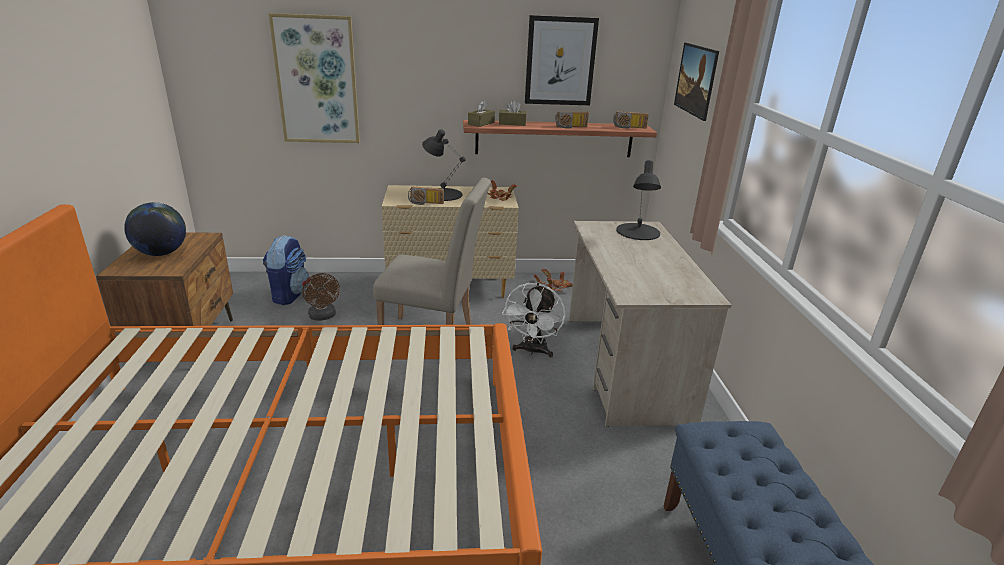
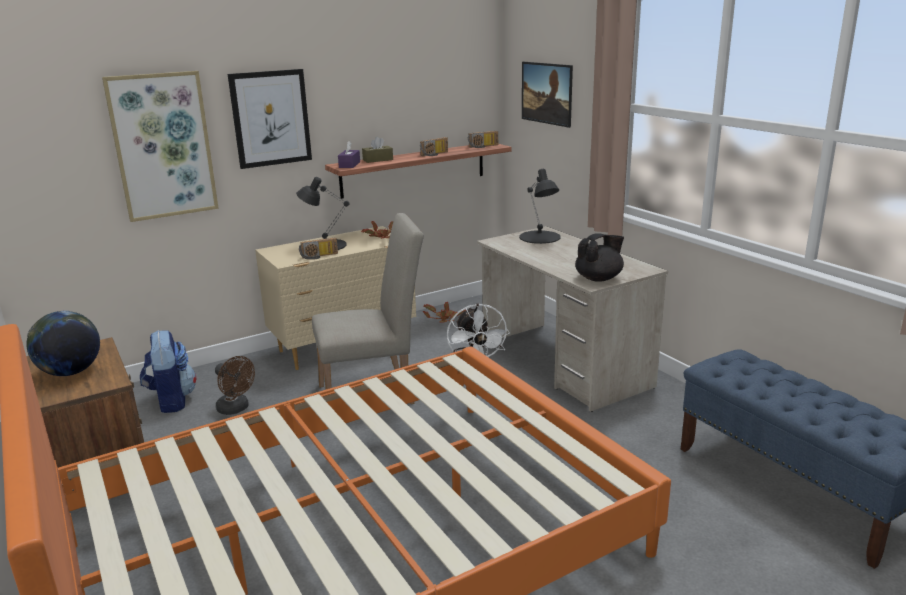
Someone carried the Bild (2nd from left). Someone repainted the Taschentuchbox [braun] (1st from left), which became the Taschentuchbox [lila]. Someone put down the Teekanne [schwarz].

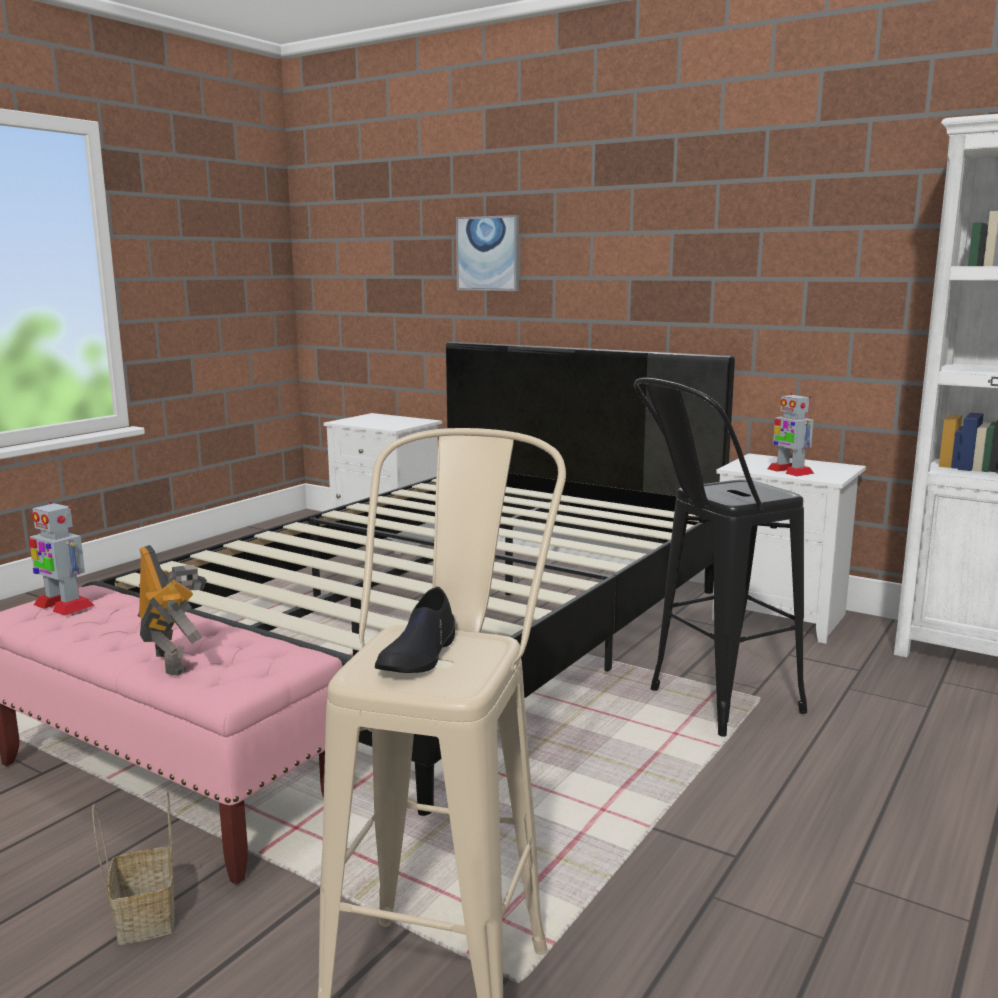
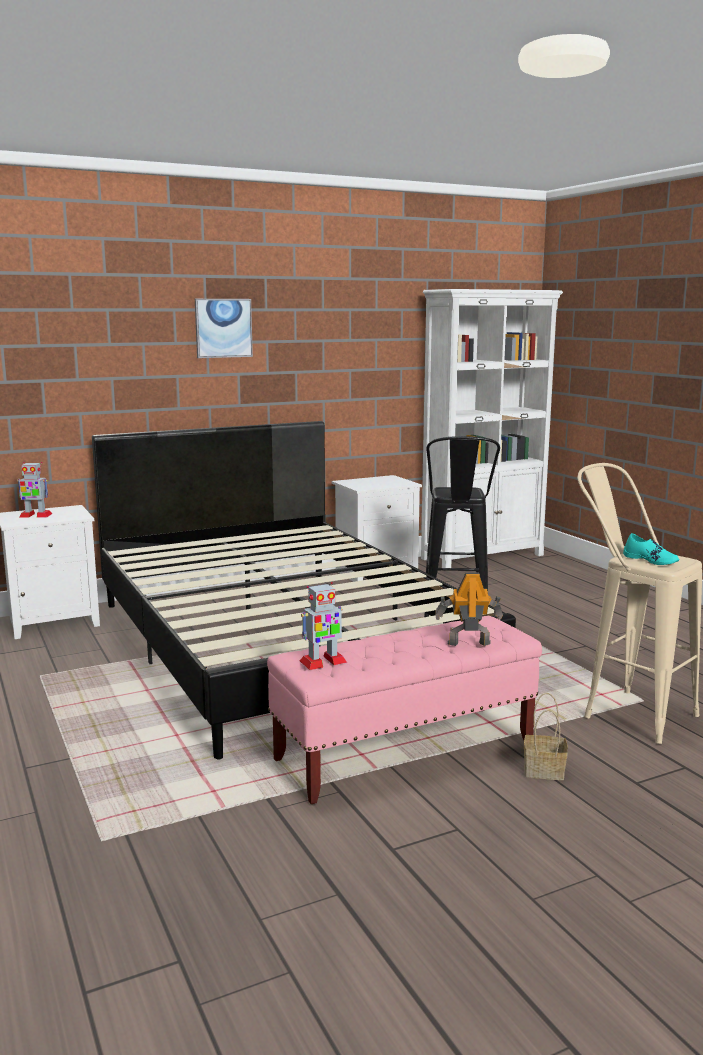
Someone carried the Spielzeugroboter (3rd from left in the first image). Someone carried the Bild. Someone repainted the Schuh [schwarz], which became the Schuh [türkis].

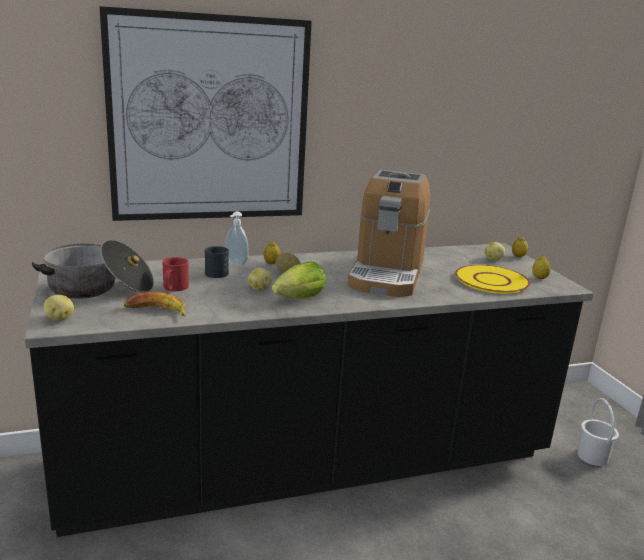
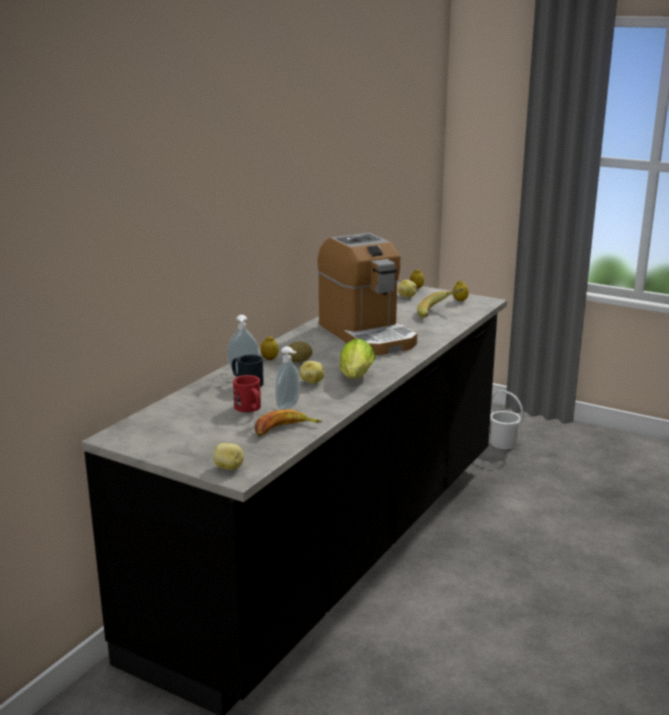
Someone put down the Seifenspender (2nd from left). Someone swapped the Teller [gelb] for the Banane (2nd from left). Someone took away the Kochtopf. Someone took away the Bild.

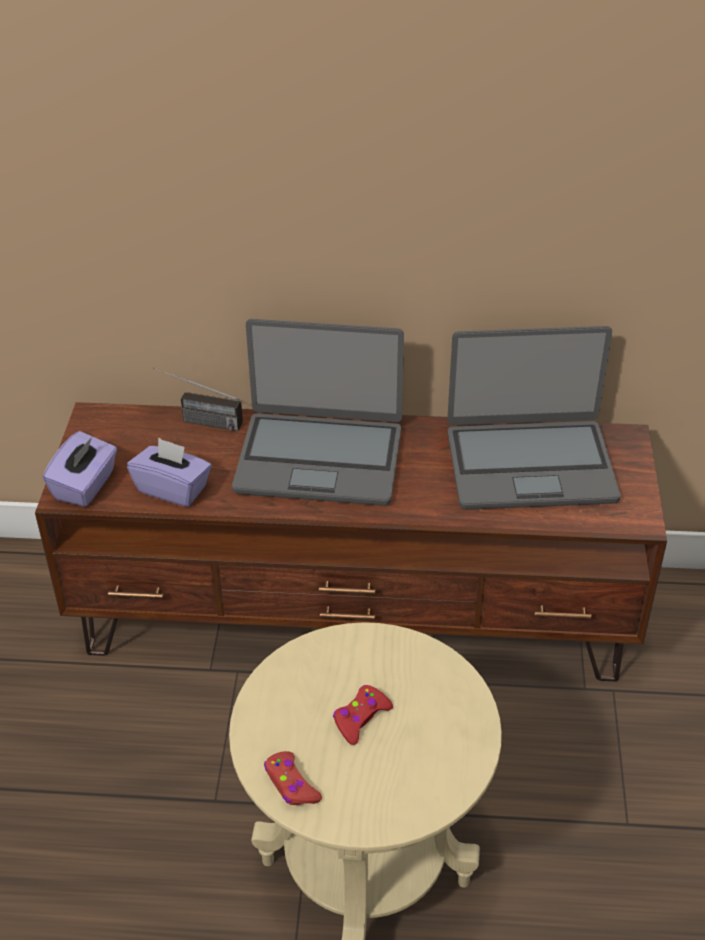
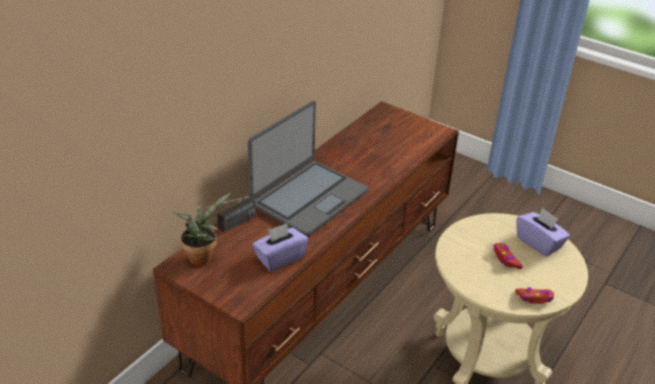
Someone put down the Topfpflanze. Someone carried the Taschentuchbox [lila] (1st from left in the first image). Someone took away the Laptop (2nd from left).

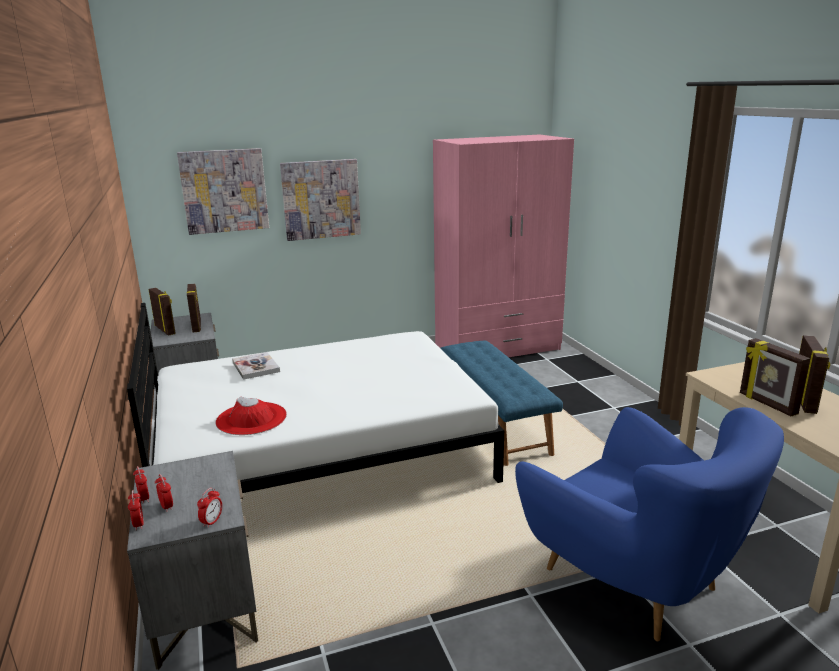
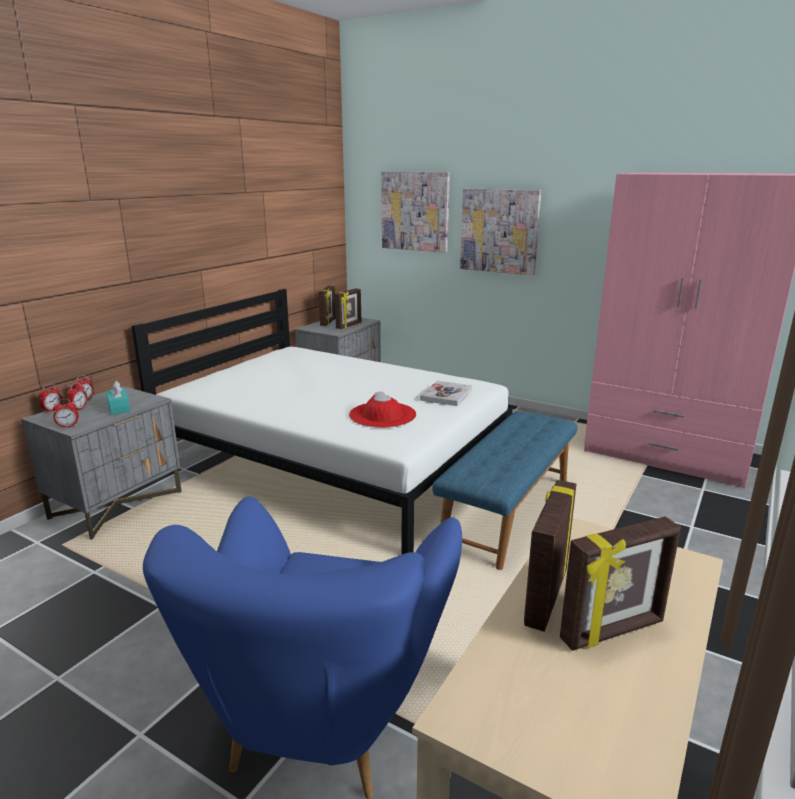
Someone put down the Taschentuchbox [türkis]. Someone carried the Hut [rot]. Someone carried the Buch.

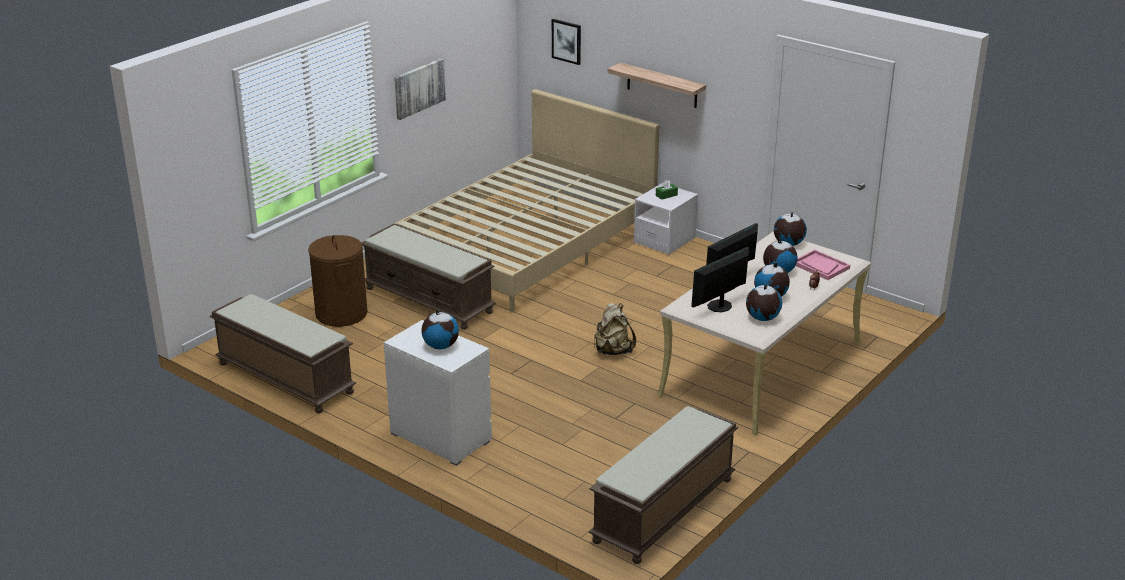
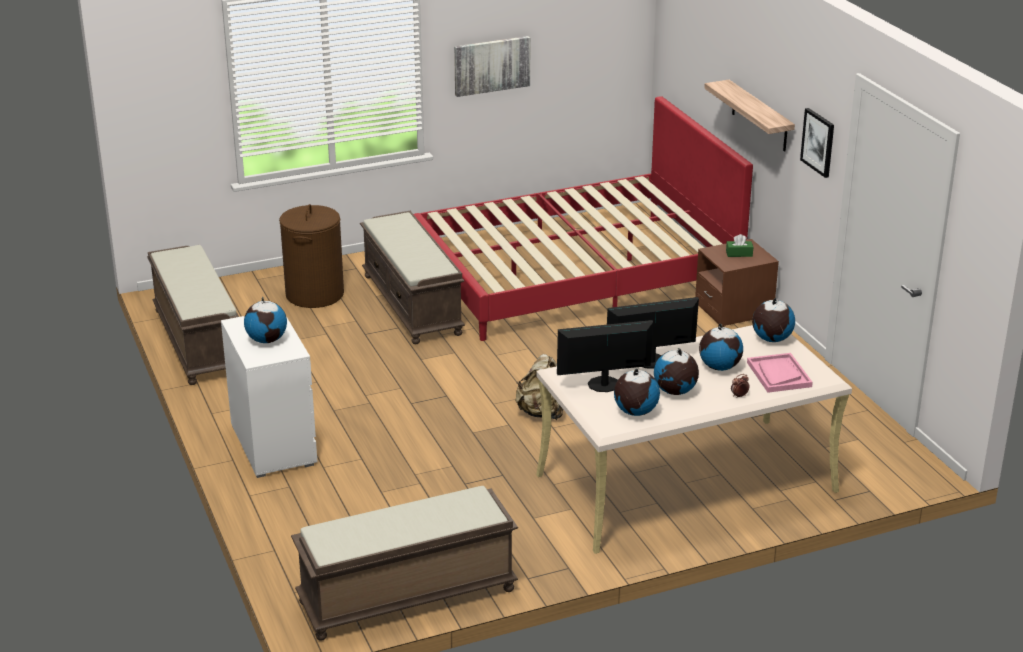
Someone repainted the Bett [beige], which became the Bett [rot]. Someone repainted the Nachttisch [weiß], which became the Nachttisch [braun]. Someone carried the Bild (2nd from left).

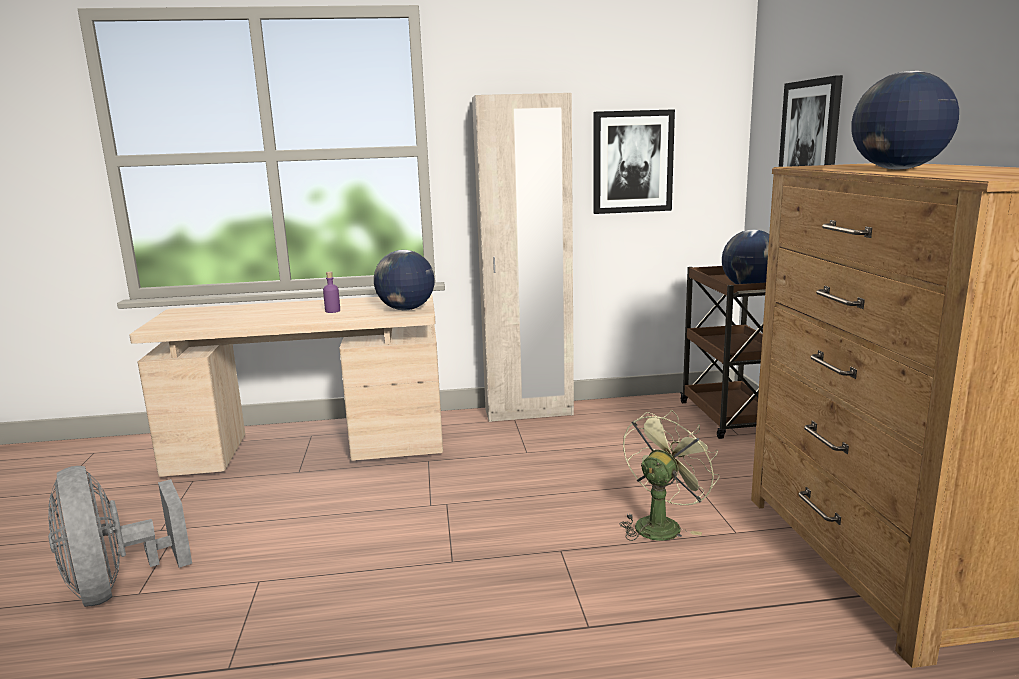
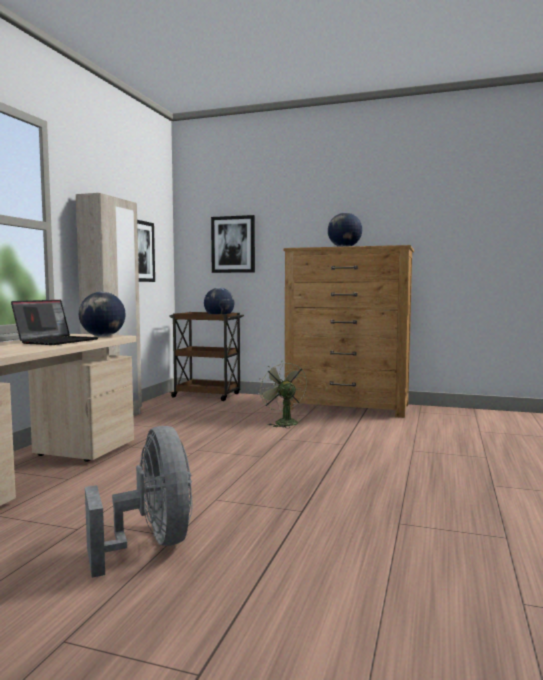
Someone swapped the Flasche [lila] for the Laptop. Someone rotated the Ventilator [grau] by 105 degrees counterclockwise.

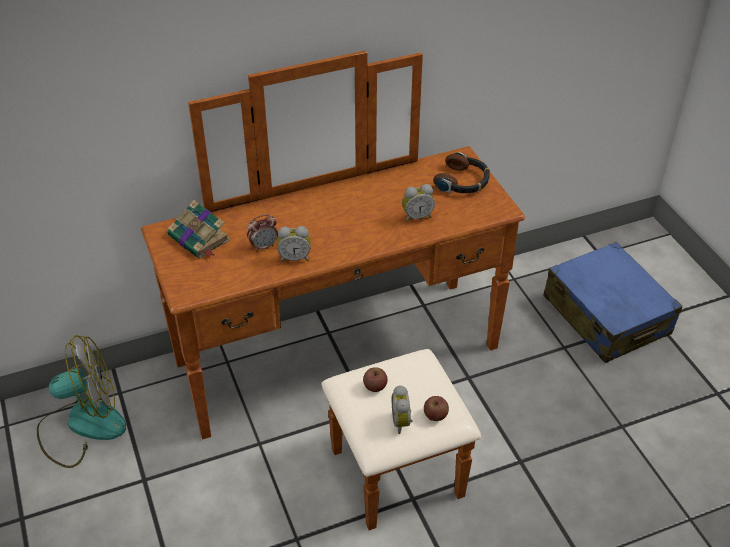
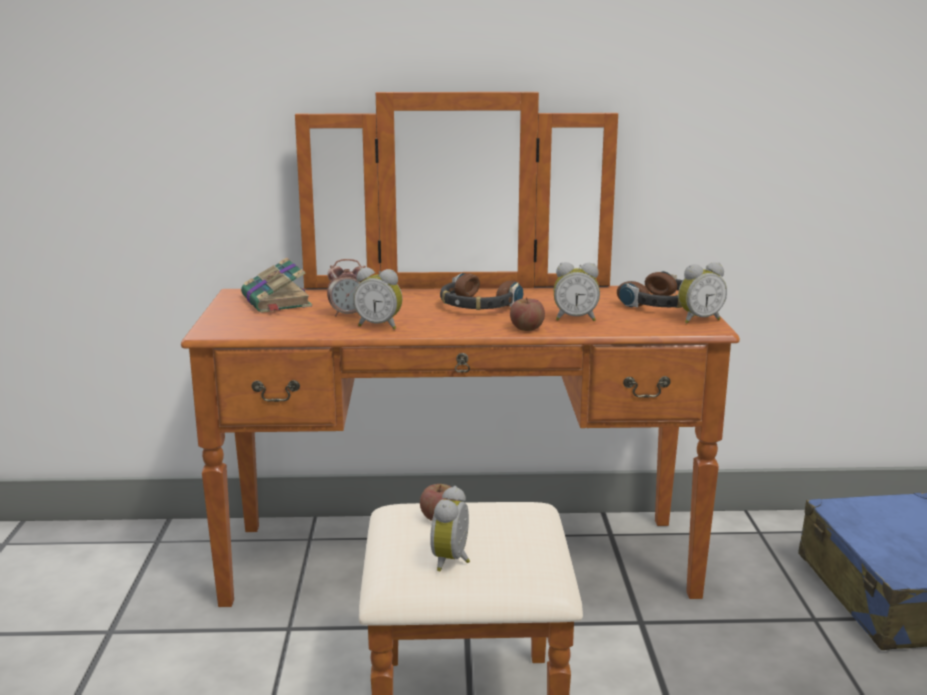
Someone put down the Kopfhörer (1st from left). Someone carried the Apfel (2nd from left). Someone put down the Wecker (5th from left). Someone took away the Ventilator.

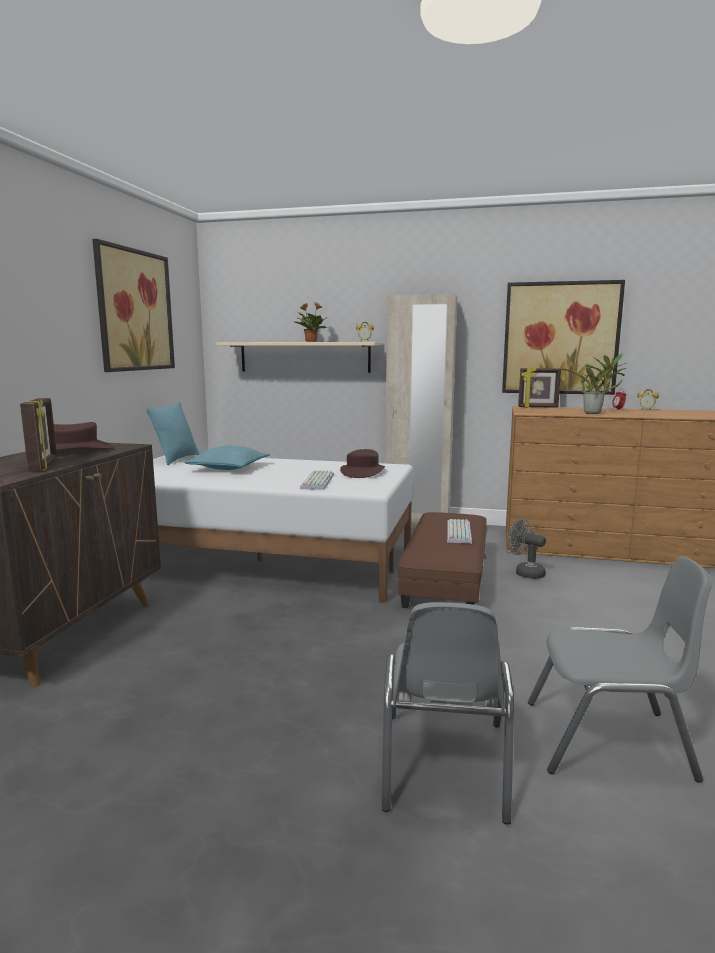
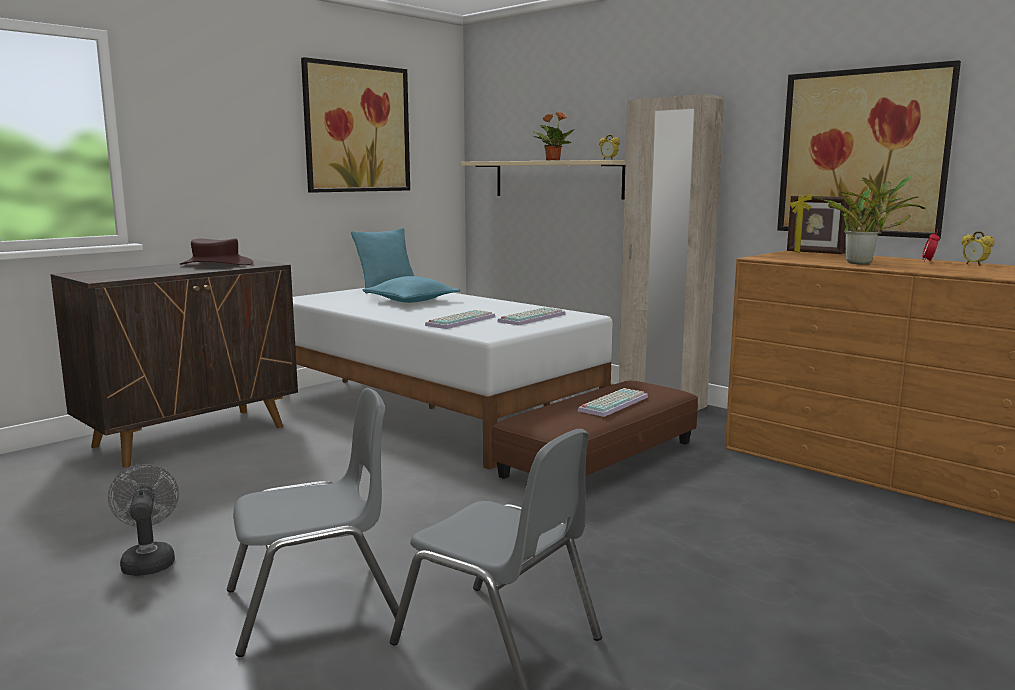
Someone carried the Ventilator [grau]. Someone rotated the Stuhl [grau] (1st from left) by 150 degrees counterclockwise. Someone swapped the Hut [braun] (2nd from left) for the Tastatur (2nd from left). Someone took away the Bilderrahmen (1st from left).

